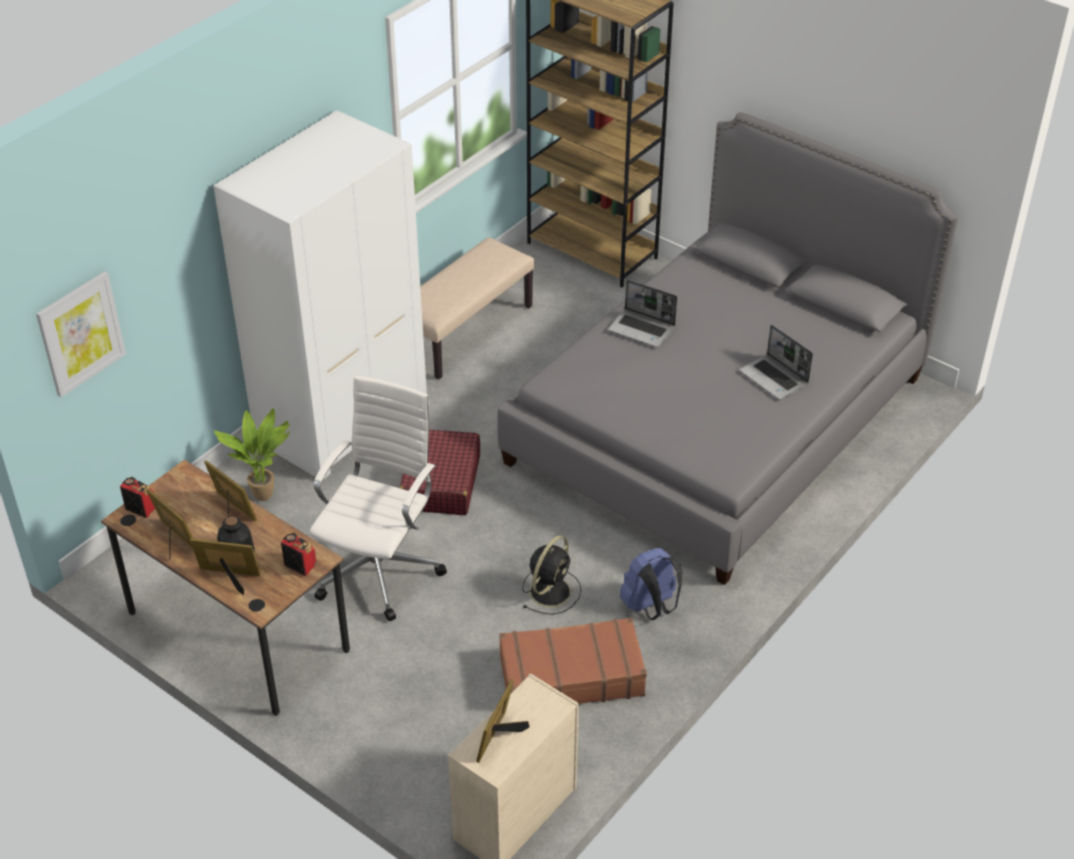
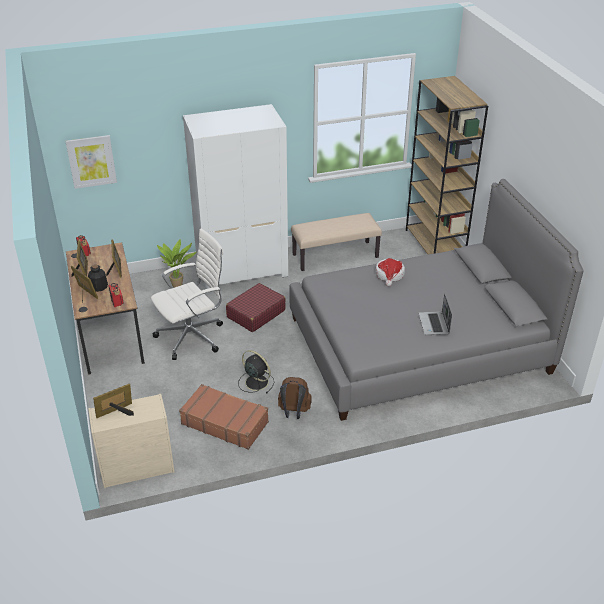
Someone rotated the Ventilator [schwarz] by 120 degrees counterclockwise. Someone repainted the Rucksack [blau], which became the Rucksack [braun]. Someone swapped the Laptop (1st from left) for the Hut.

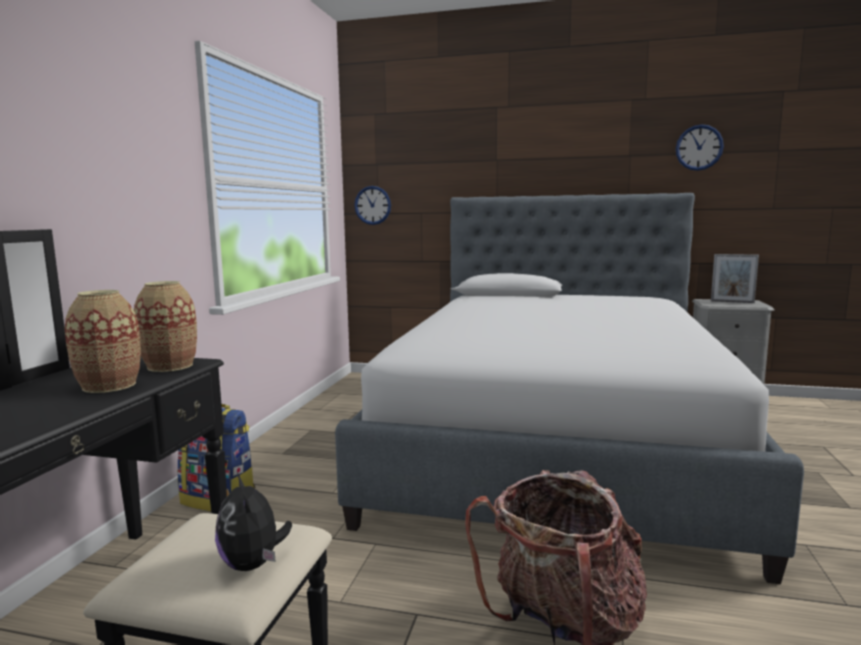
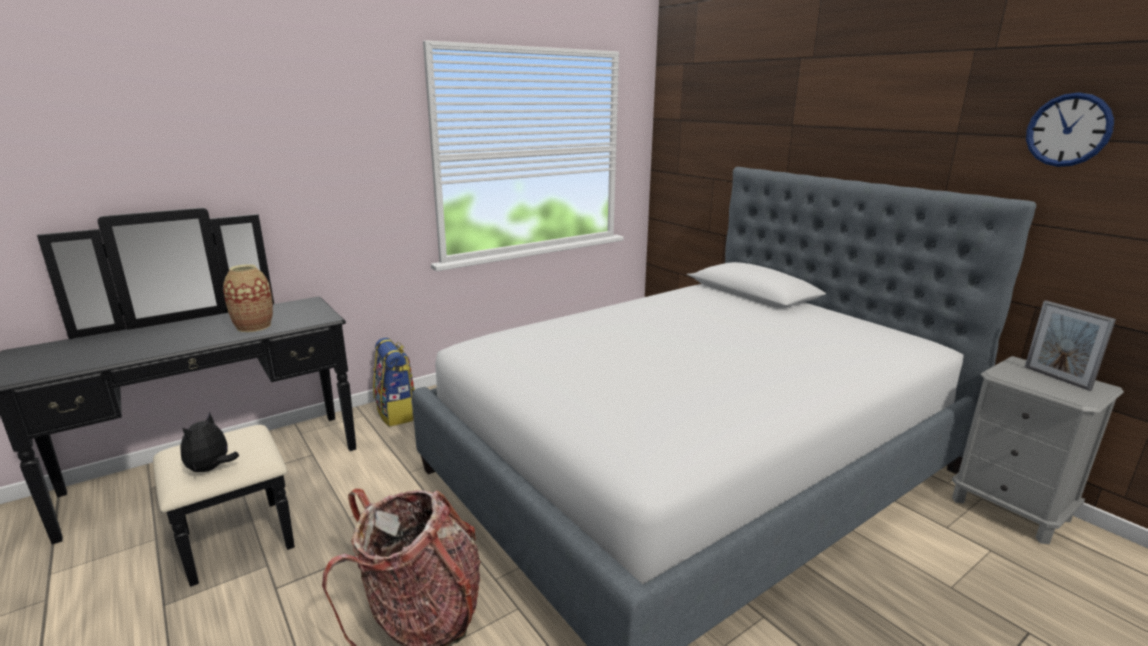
Someone took away the Vase (2nd from left). Someone took away the Wanduhr (1st from left).

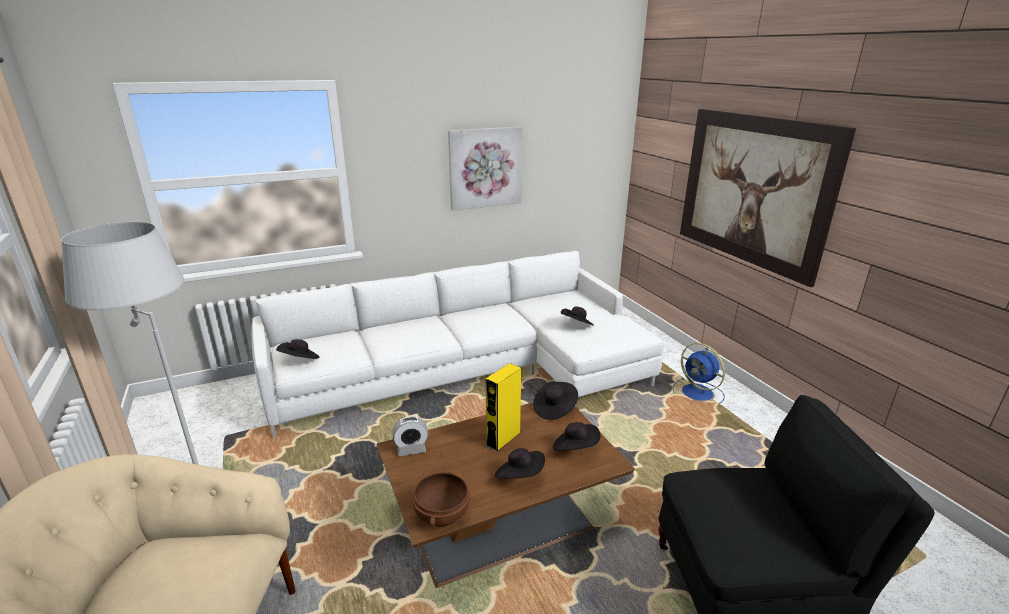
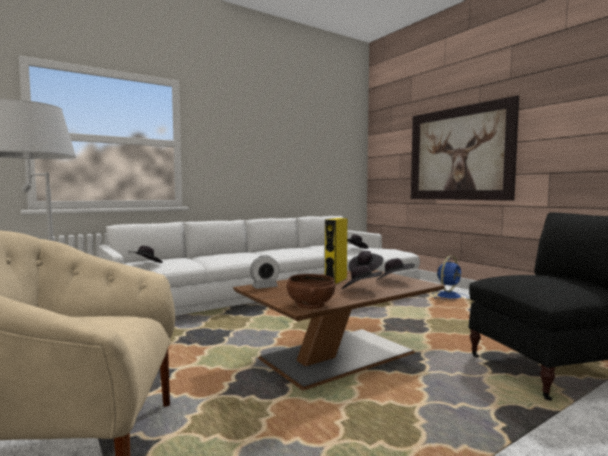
Someone rotated the Ventilator [blau] by 90 degrees counterclockwise. Someone took away the Bild (1st from left).

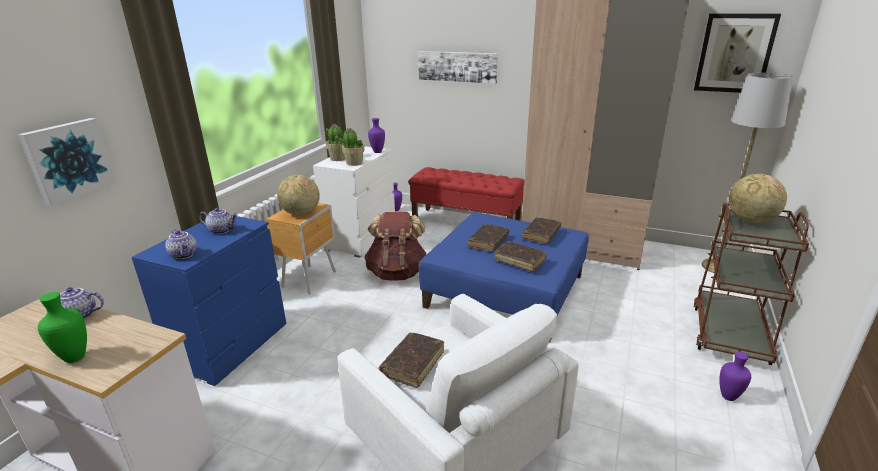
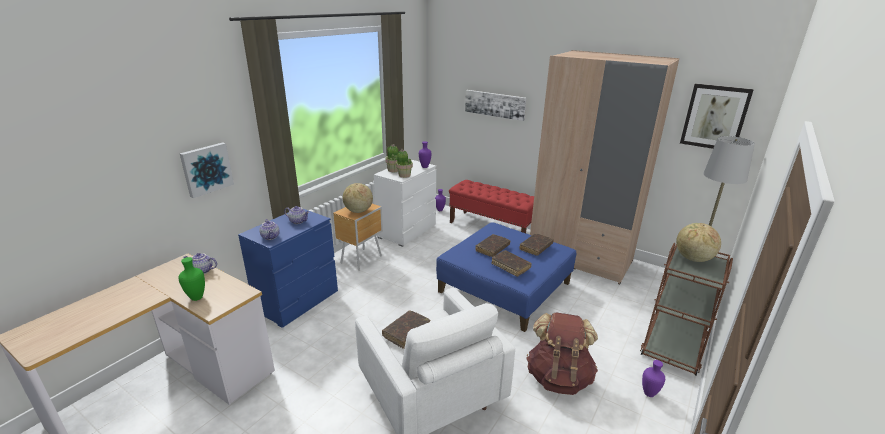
Someone carried the Rucksack [braun].

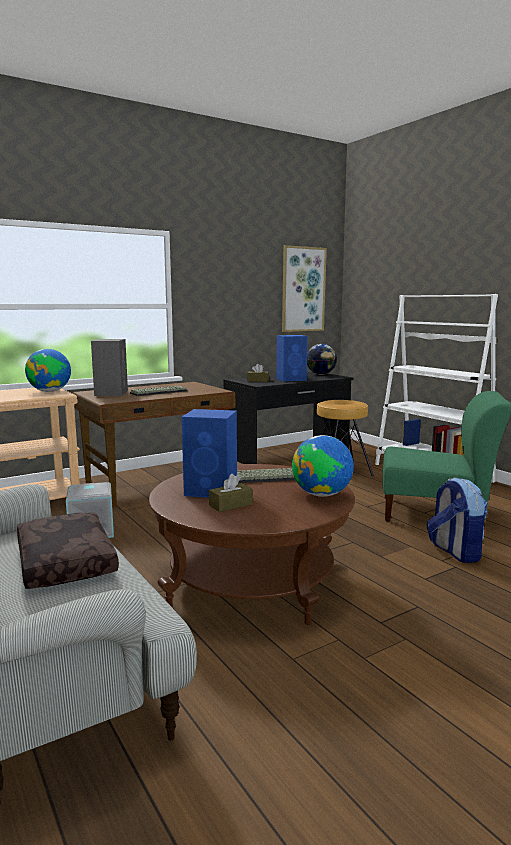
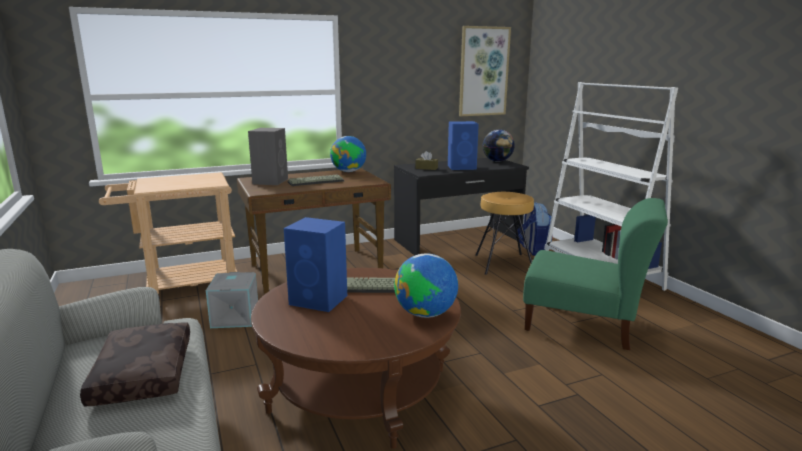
Someone carried the Globus (1st from left). Someone carried the Rucksack. Someone took away the Taschentuchbox [braun] (1st from left).

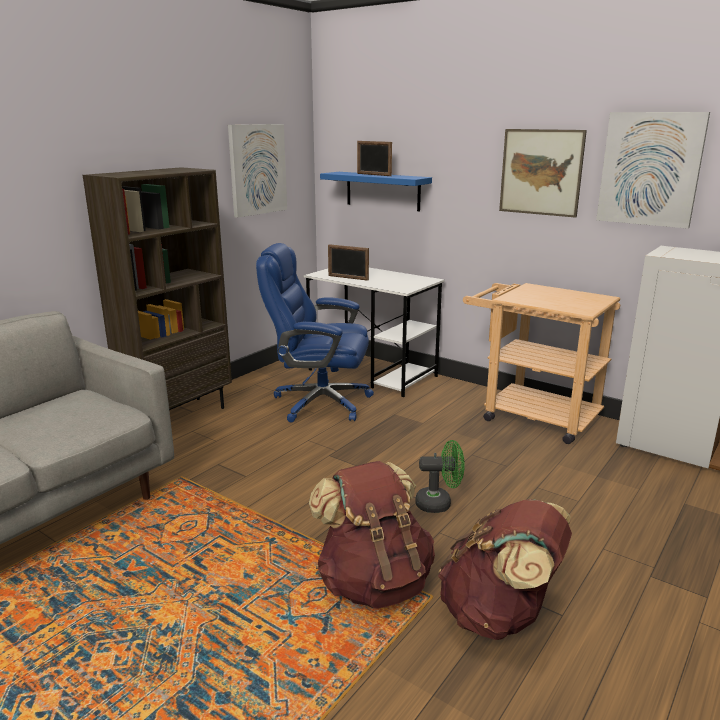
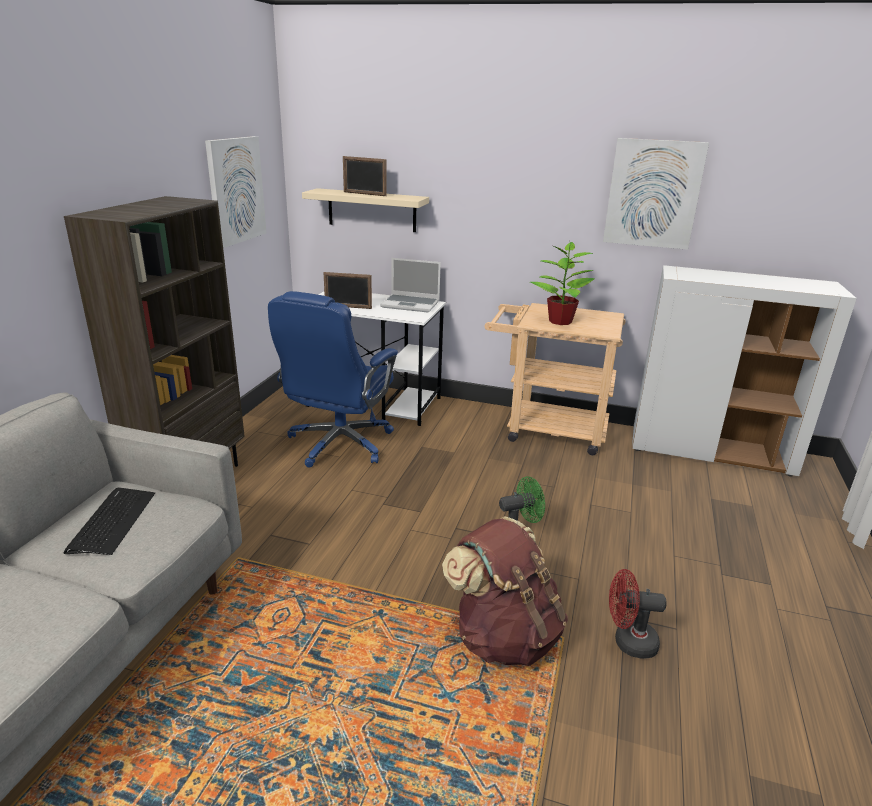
Someone put down the Tastatur. Someone rotated the Bürostuhl [blau] by 60 degrees counterclockwise. Someone repainted the Wandregal [blau], which became the Wandregal [beige]. Someone put down the Laptop. Someone put down the Topfpflanze. Someone swapped the Rucksack [braun] (2nd from left) for the Ventilator [rot]. Someone took away the Bild (2nd from left).

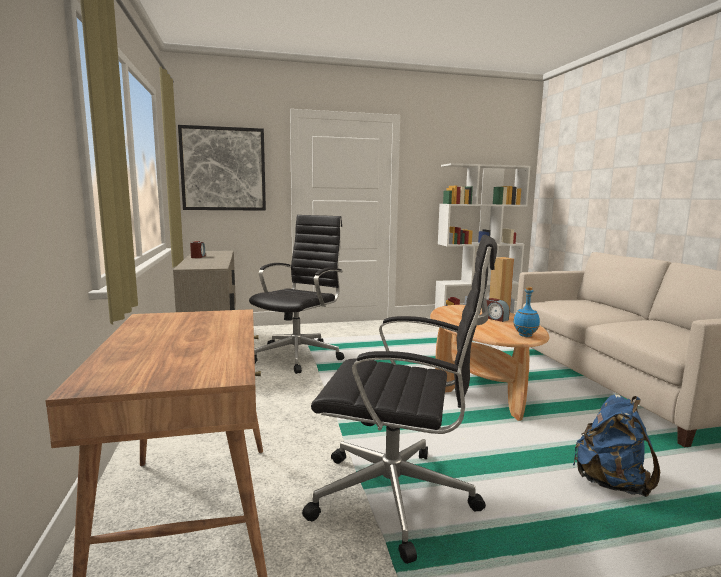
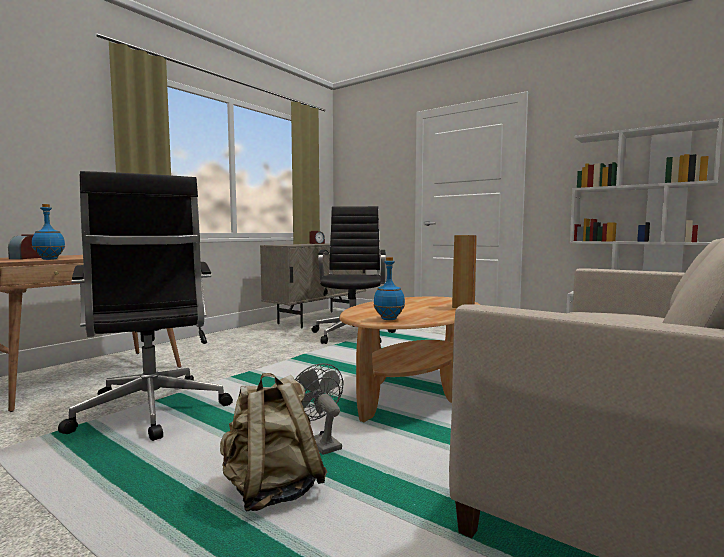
Someone carried the Wecker (2nd from left in the first image). Someone put down the Flasche [blau] (1st from left). Someone repainted the Rucksack [blau], which became the Rucksack [beige]. Someone put down the Ventilator [grau]. Someone rotated the Bürostuhl [schwarz] (1st from left in the first image) by 75 degrees counterclockwise. Someone took away the Bild.

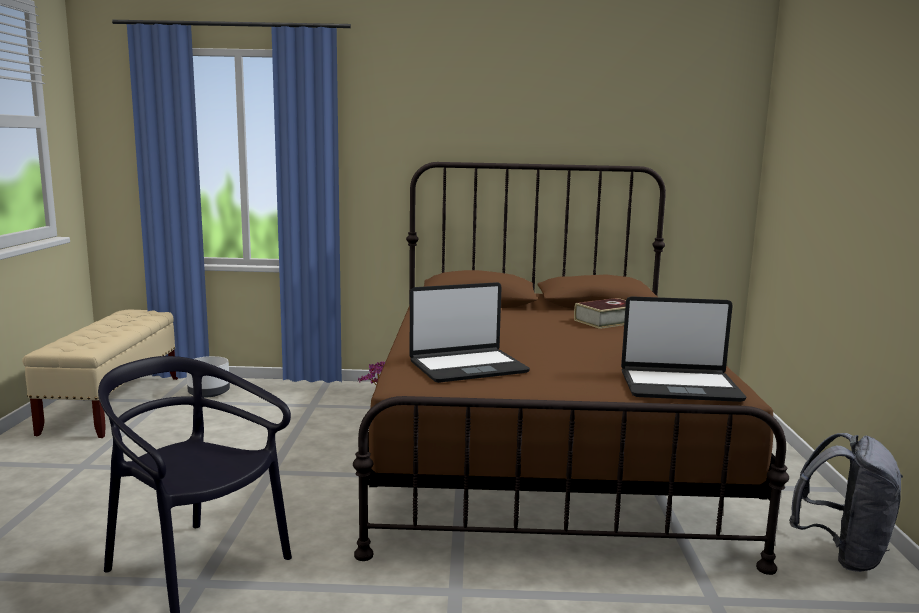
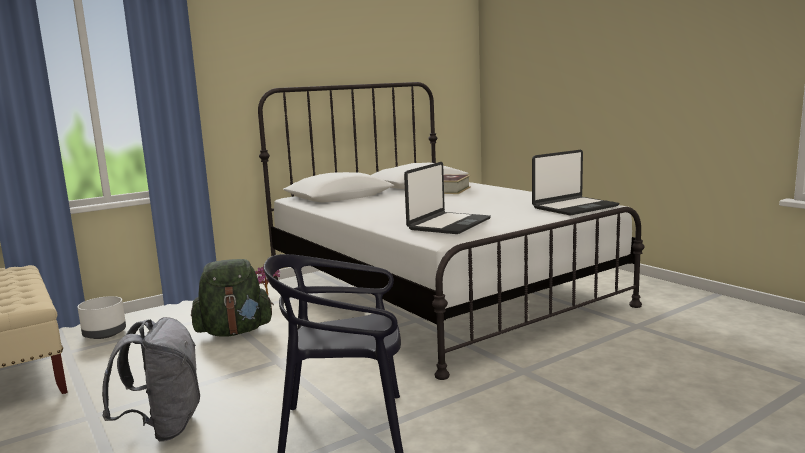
Someone carried the Rucksack [grau]. Someone put down the Rucksack [grün]. Someone repainted the Bett [braun], which became the Bett [weiß].

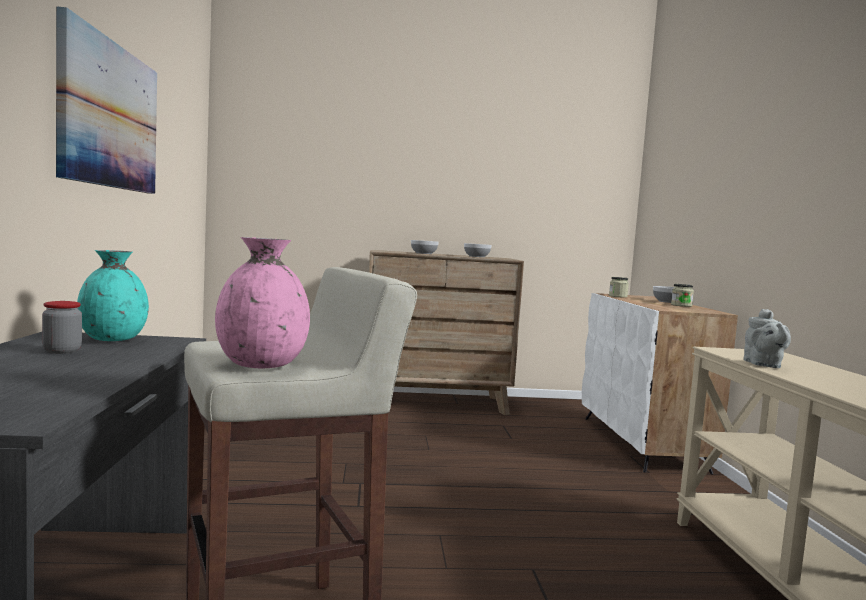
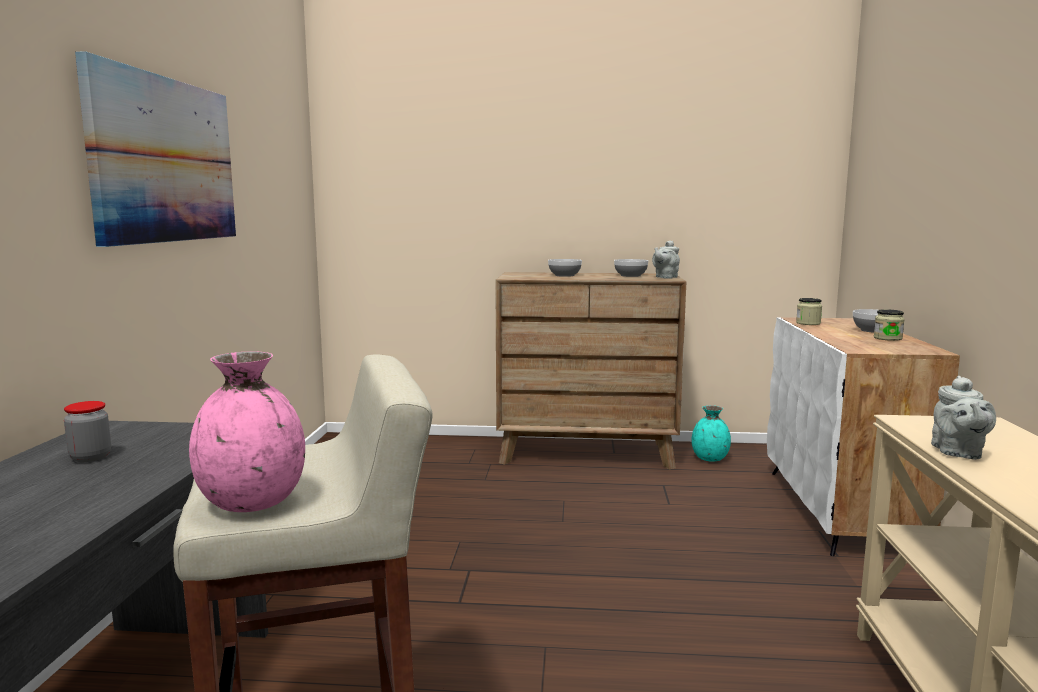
Someone put down the Teekanne [grau] (1st from left). Someone carried the Vase [türkis].

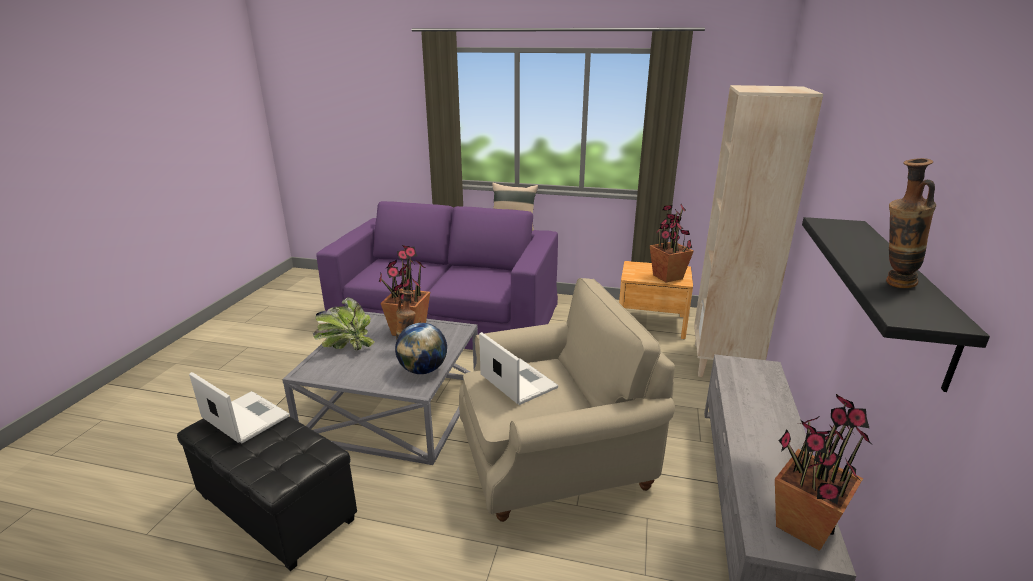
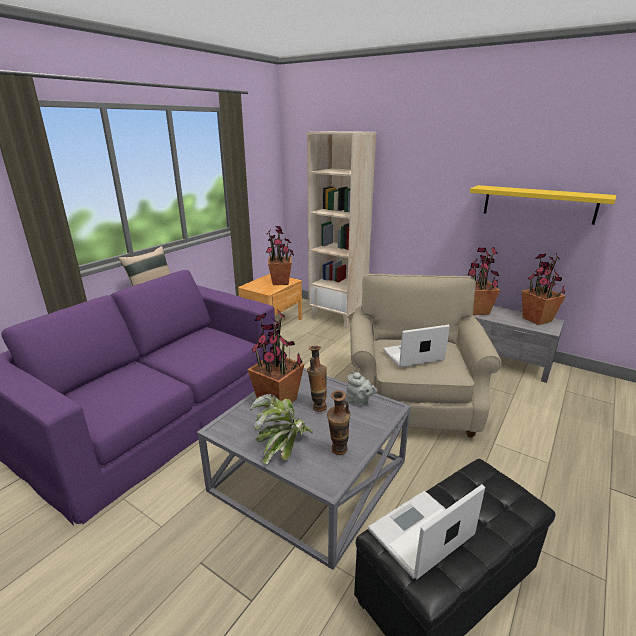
Someone carried the Vase (2nd from left). Someone swapped the Globus for the Teekanne [grau]. Someone put down the Topfpflanze (4th from left). Someone repainted the Wandregal [schwarz], which became the Wandregal [gelb].

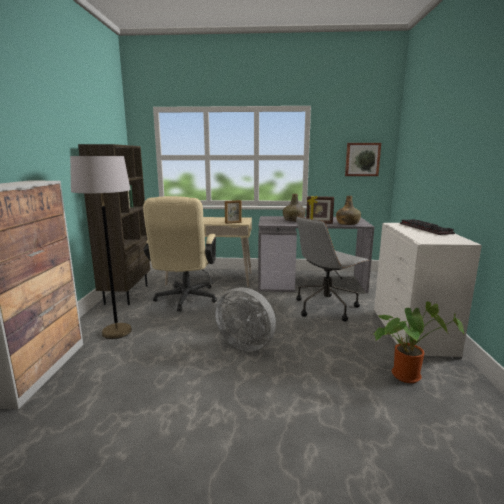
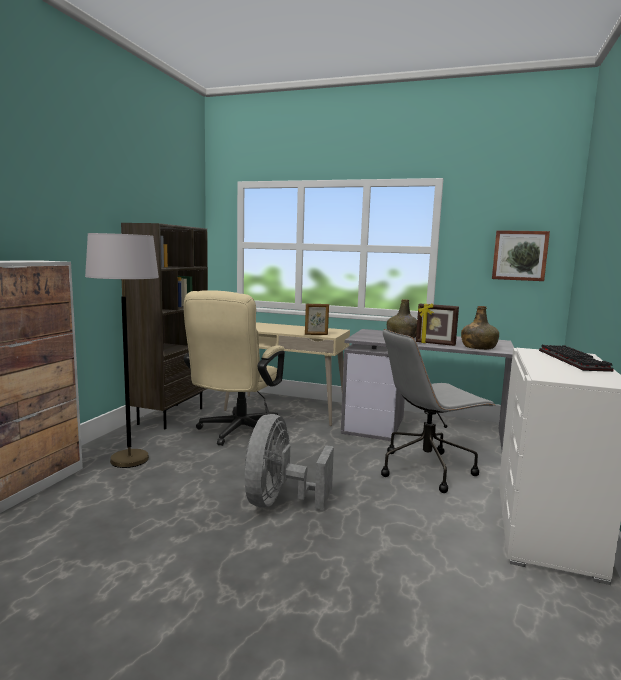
Someone rotated the Ventilator [grau] by 60 degrees clockwise. Someone took away the Topfpflanze.

